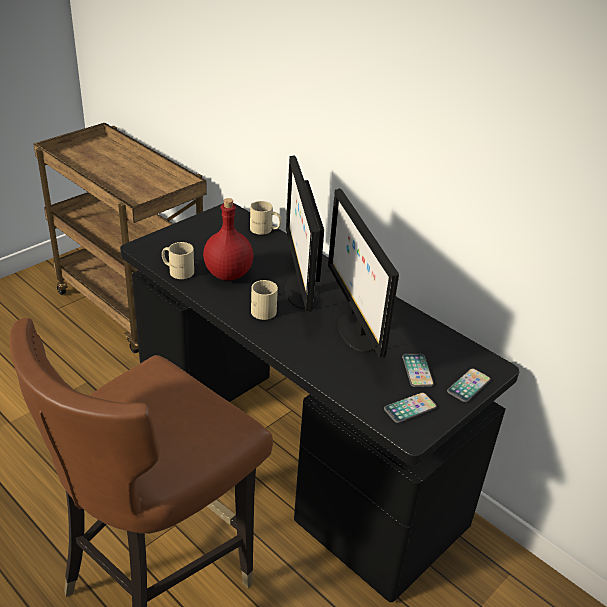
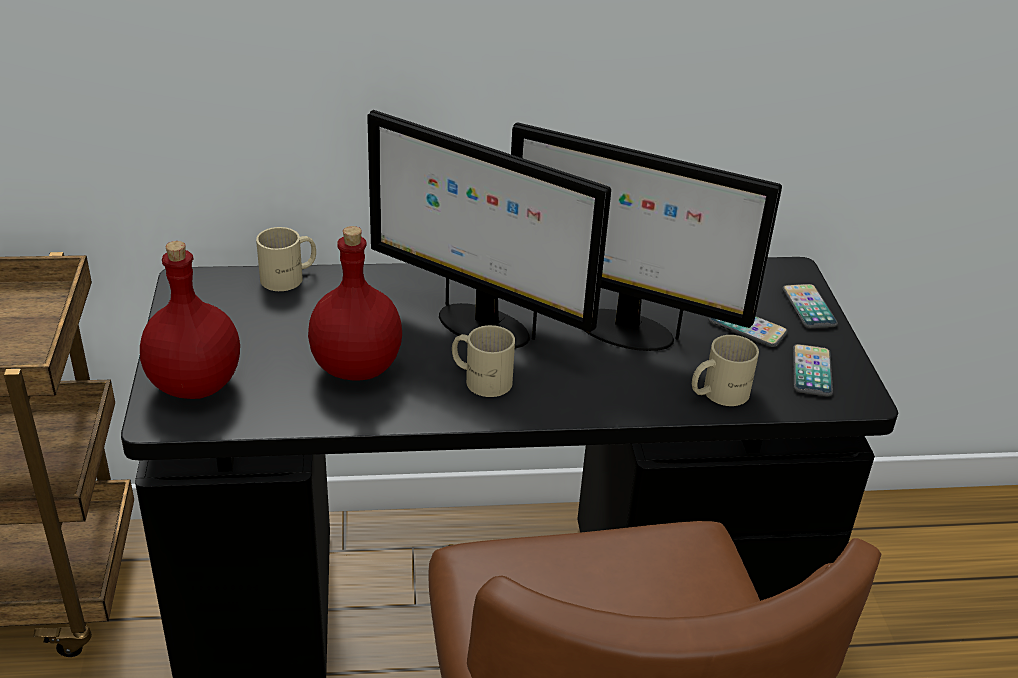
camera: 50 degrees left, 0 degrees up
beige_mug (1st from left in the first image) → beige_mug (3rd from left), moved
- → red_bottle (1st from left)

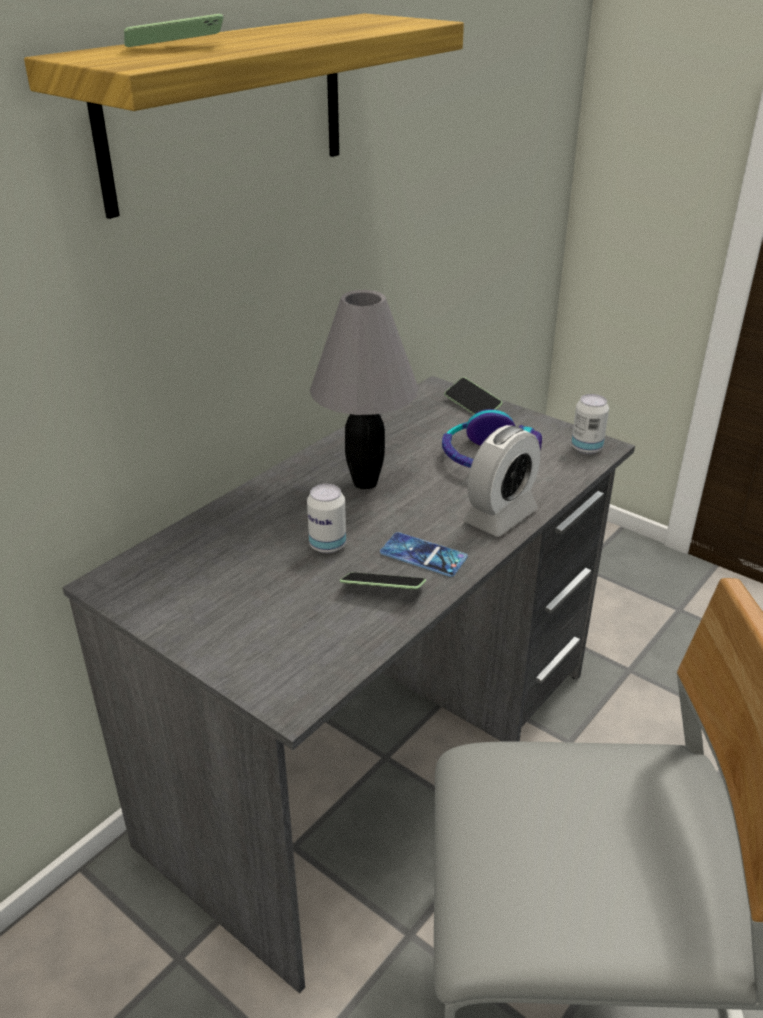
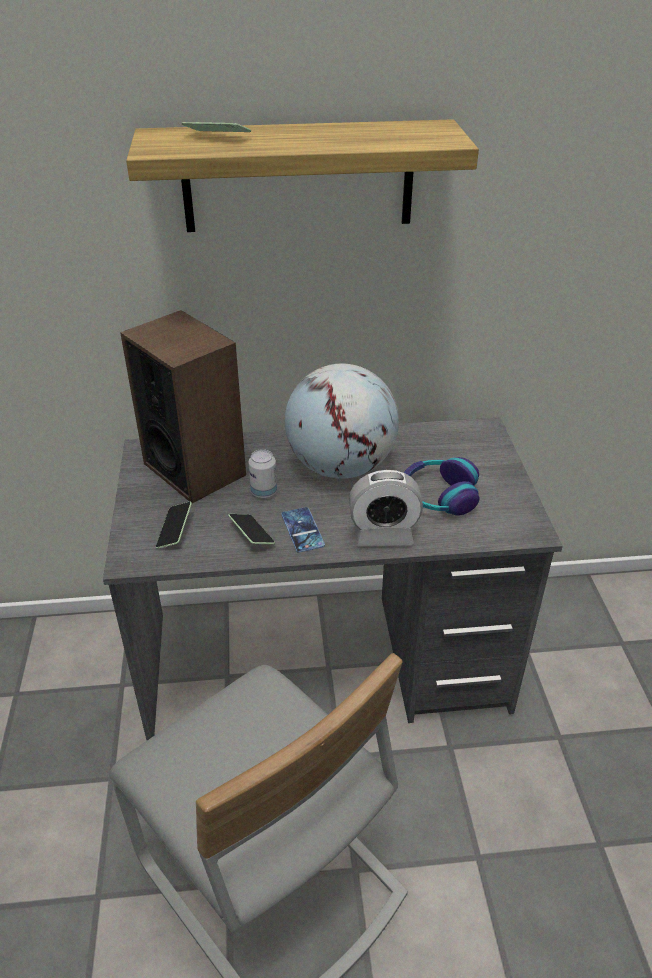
camera: 45 degrees right, 5 degrees up
grey_table_lamp → globe
phone (4th from left in the first image) → phone (1st from left), moved
can (2nd from left) → -
- → speaker

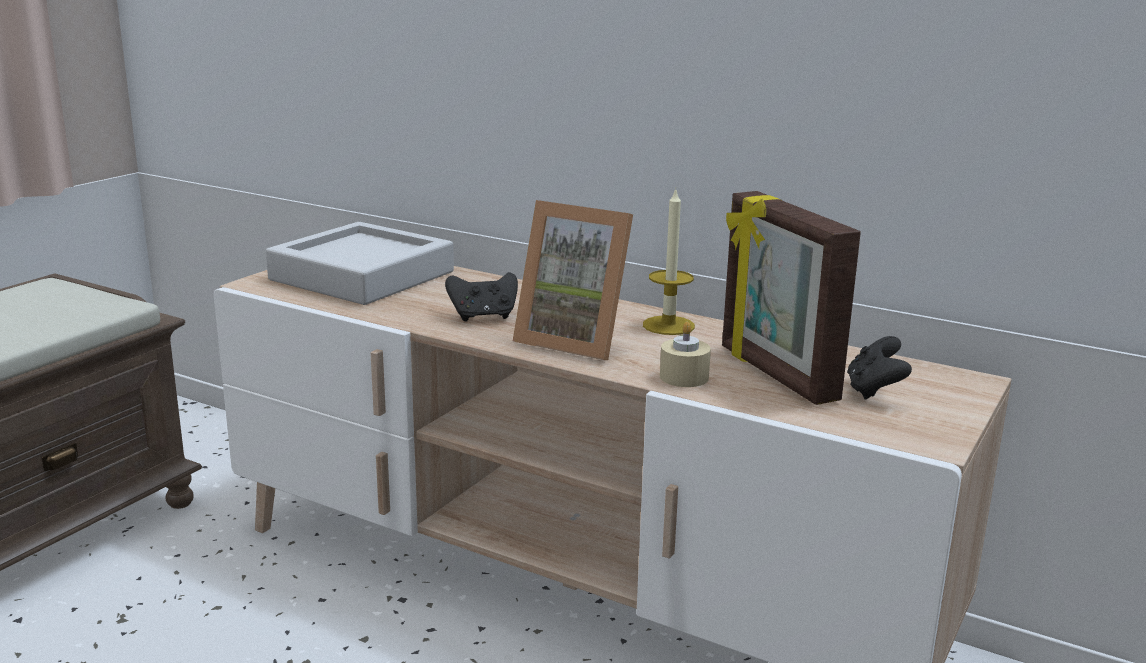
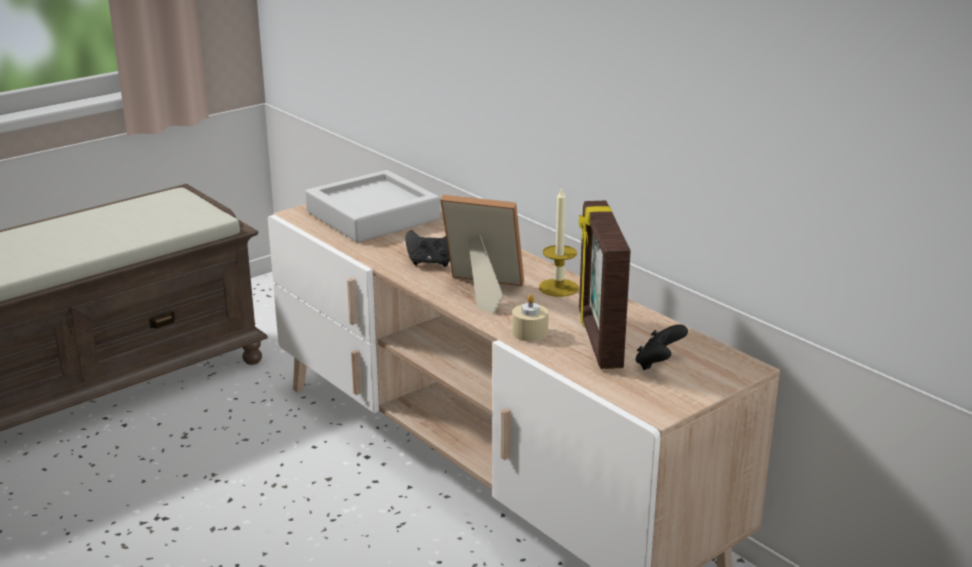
camera: 20 degrees right, 5 degrees up
picture_frame (1st from left), 150 degrees clockwise

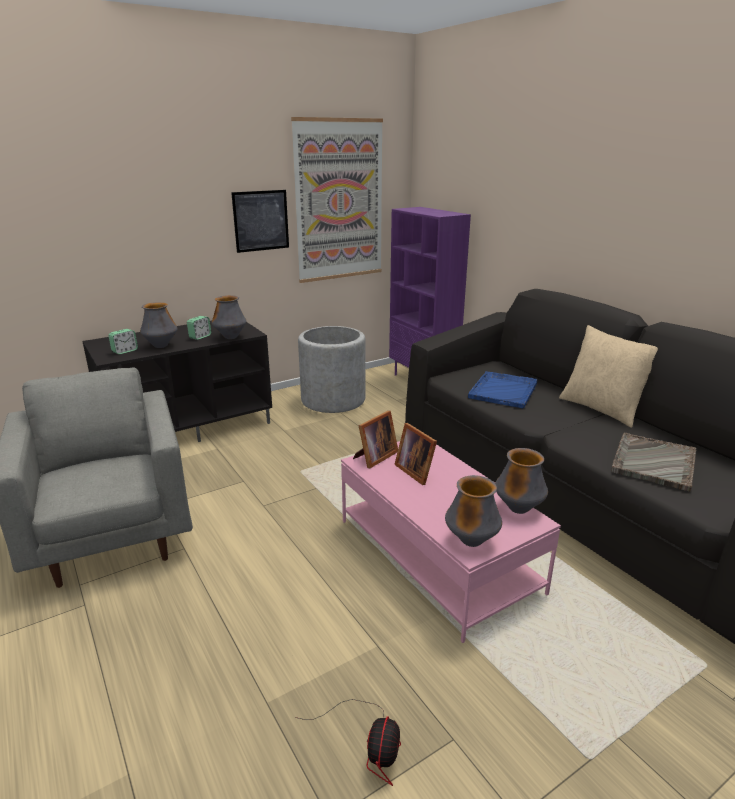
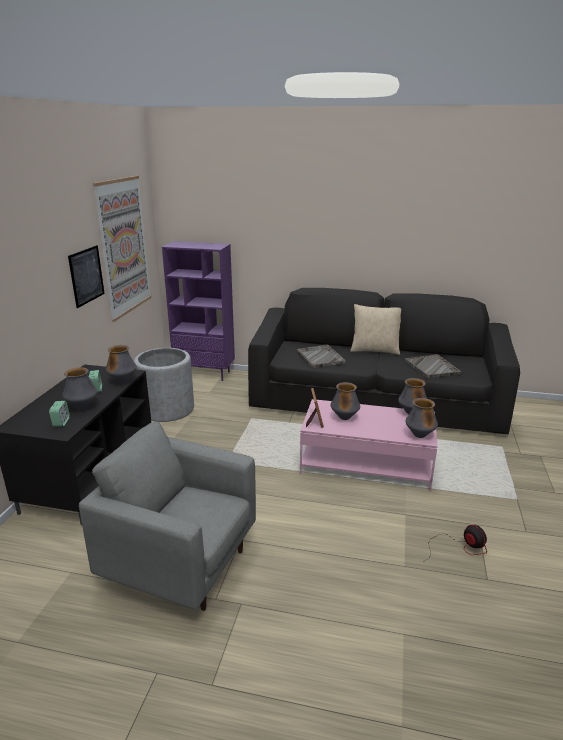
camera: 45 degrees left, 0 degrees up
blue_tray → grey_tray (1st from left)
picture_frame (2nd from left) → vase (3rd from left)

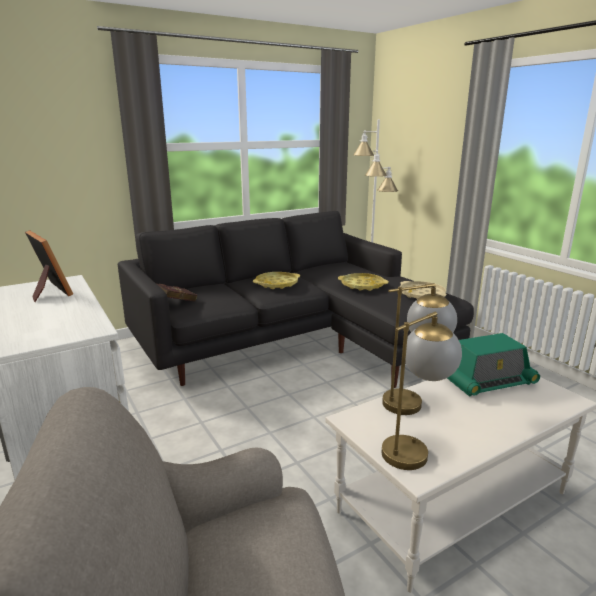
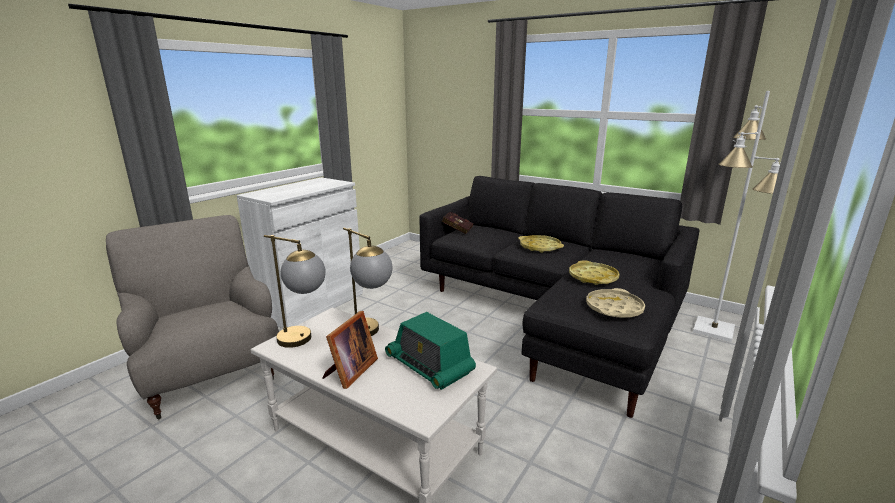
camera: 65 degrees right, 0 degrees up
picture_frame, moved

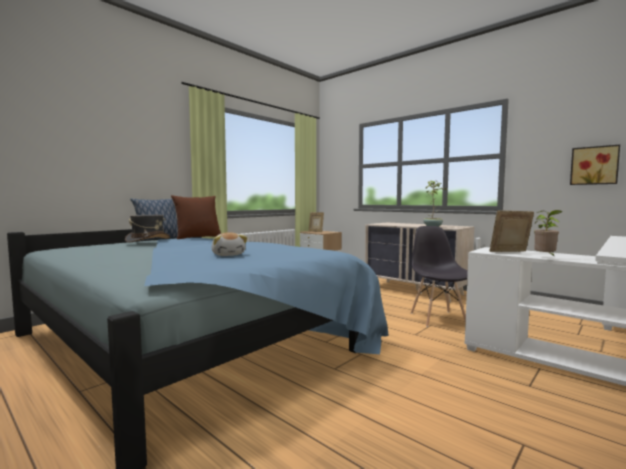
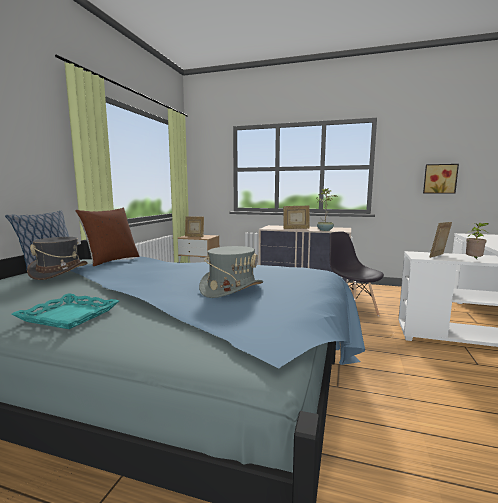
camera: 25 degrees left, 5 degrees up
plush_toy → grey_hat (2nd from left)
- → picture_frame (2nd from left)
- → turquoise_tray

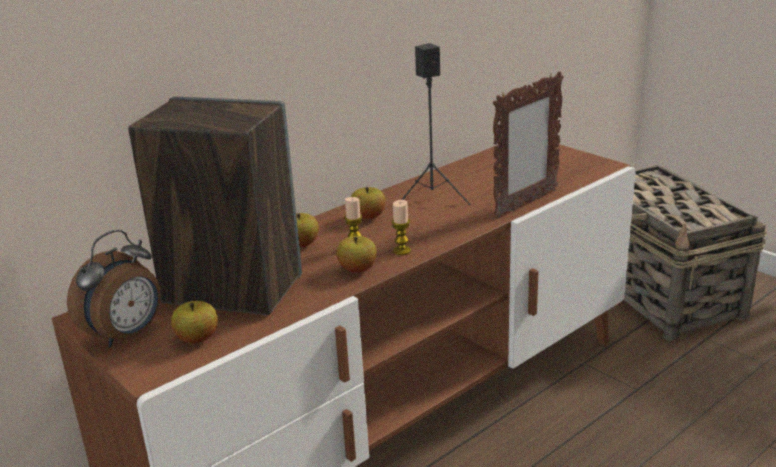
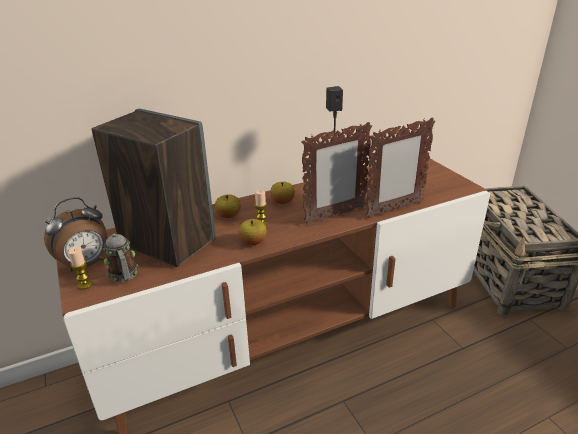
camera: 15 degrees right, 5 degrees up
candle (2nd from left in the first image) → candle (1st from left), moved
apple (1st from left) → mug
- → picture_frame (1st from left)

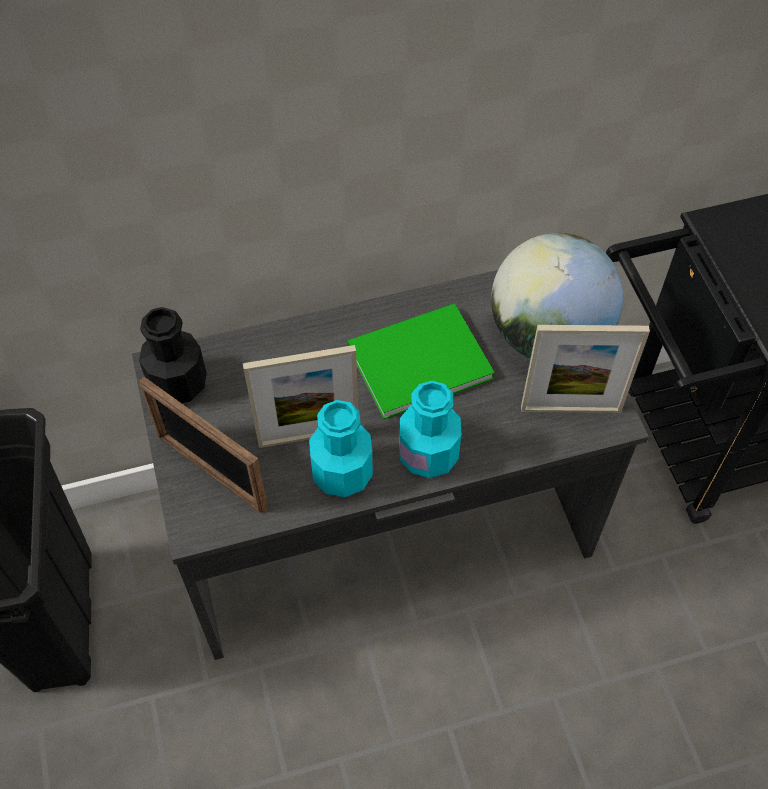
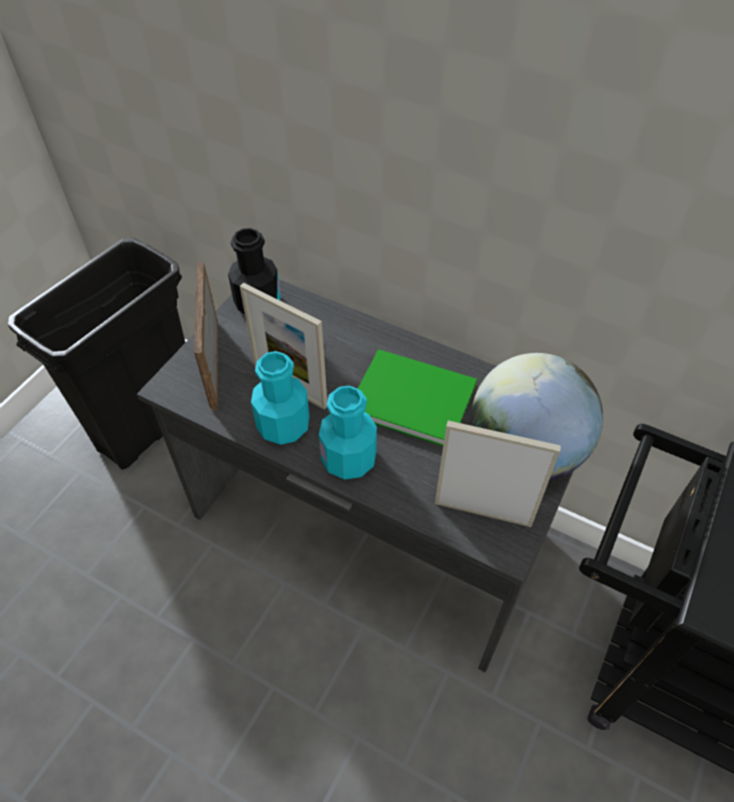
camera: 45 degrees right, 5 degrees down
picture_frame (3rd from left), 150 degrees clockwise

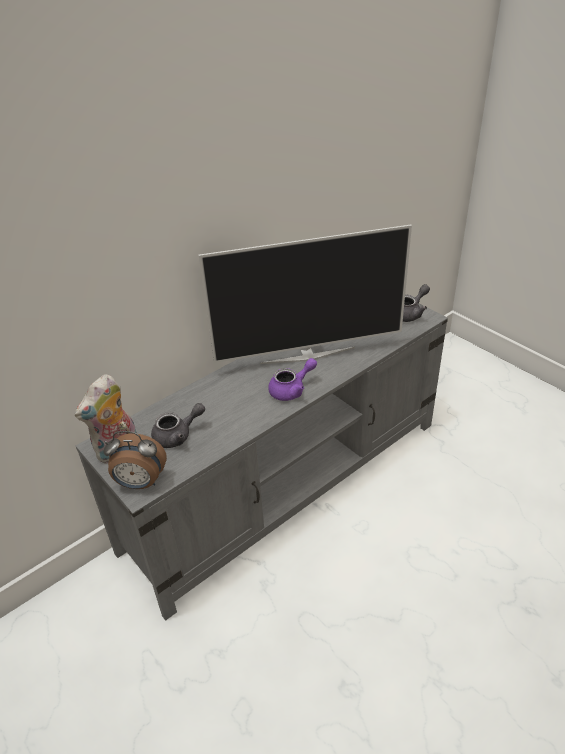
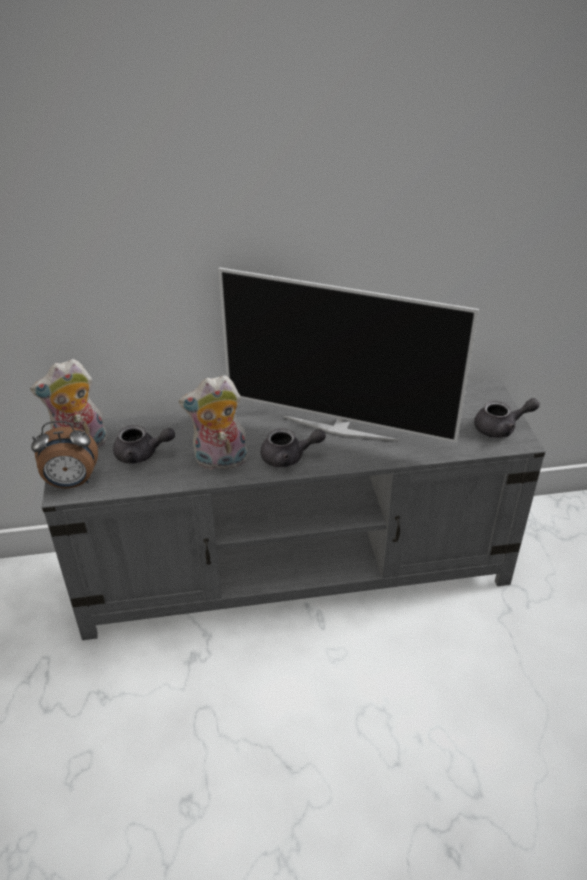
camera: 30 degrees right, 0 degrees up
purple_teapot → grey_teapot (2nd from left)
alarm_clock, 45 degrees counterclockwise
- → plush_toy (2nd from left)

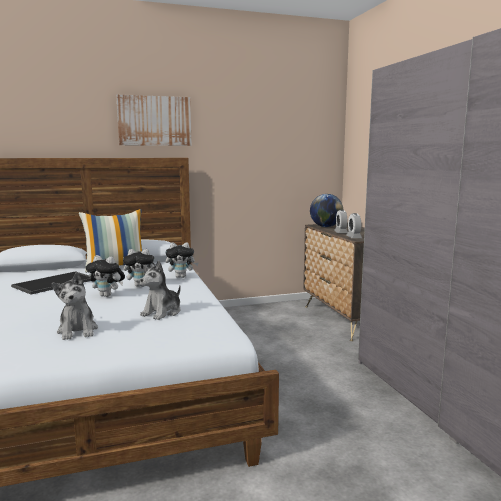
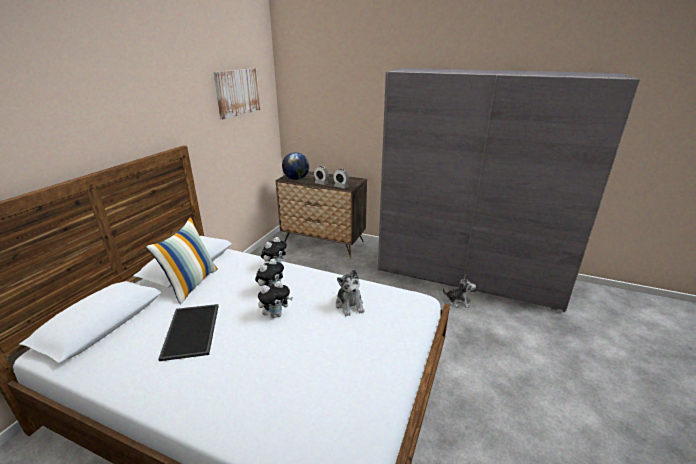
camera: 50 degrees left, 15 degrees up
picture, moved
plush_toy (1st from left in the first image) → plush_toy (5th from left), moved

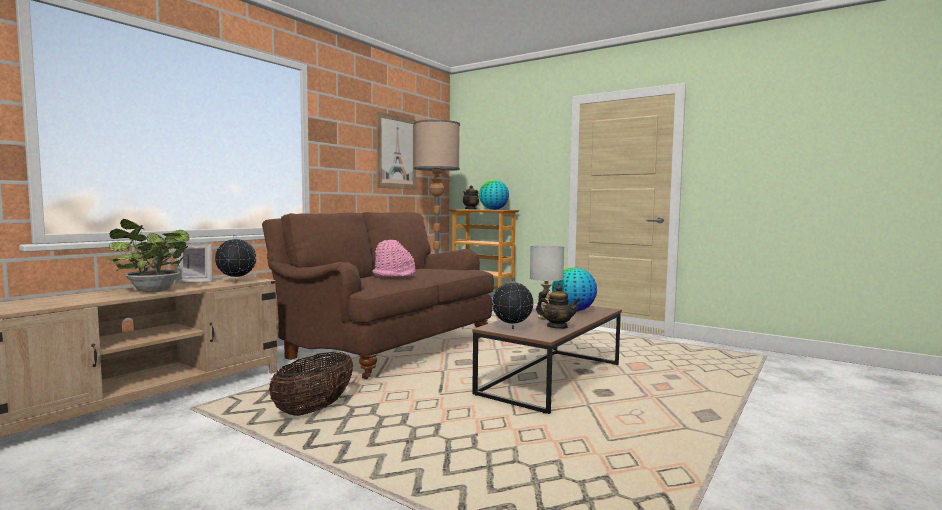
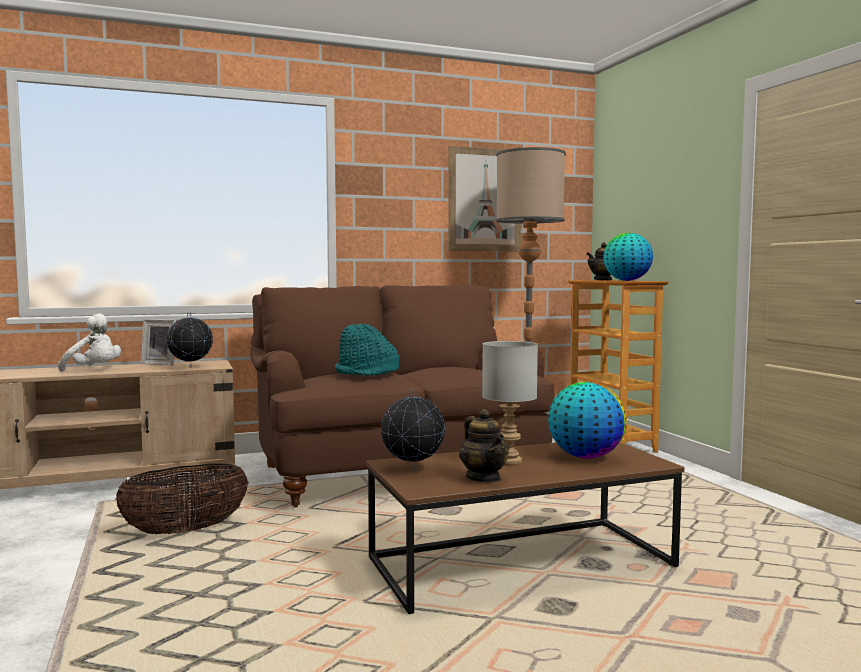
camera: 35 degrees right, 0 degrees up
potted_plant → white_plush_toy
pink_hat → turquoise_hat

